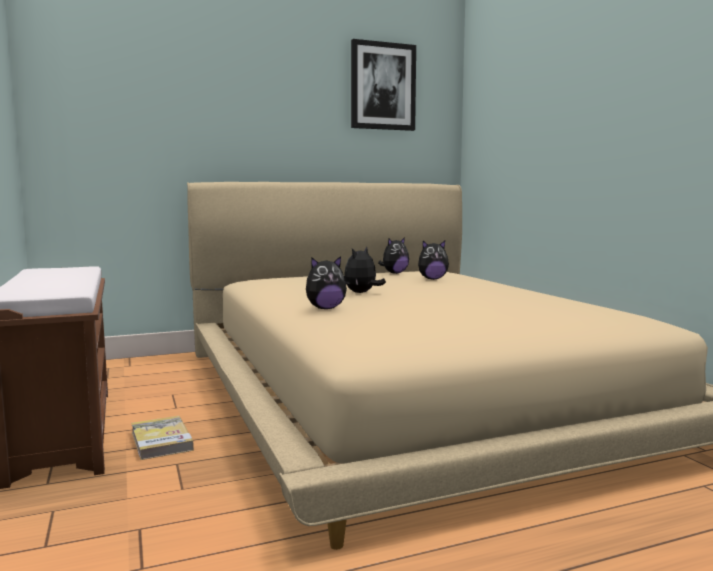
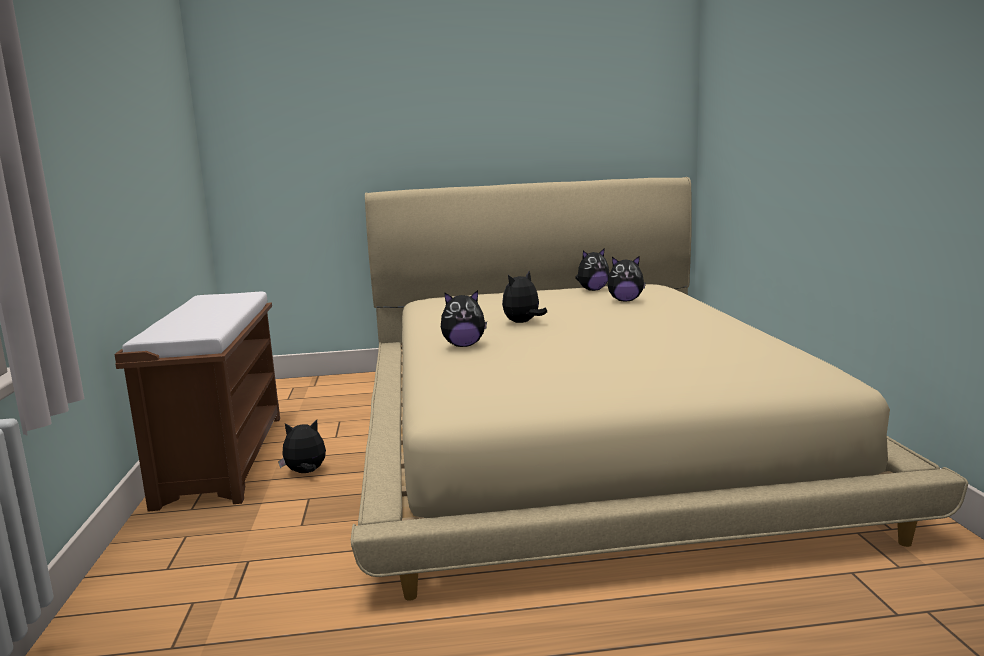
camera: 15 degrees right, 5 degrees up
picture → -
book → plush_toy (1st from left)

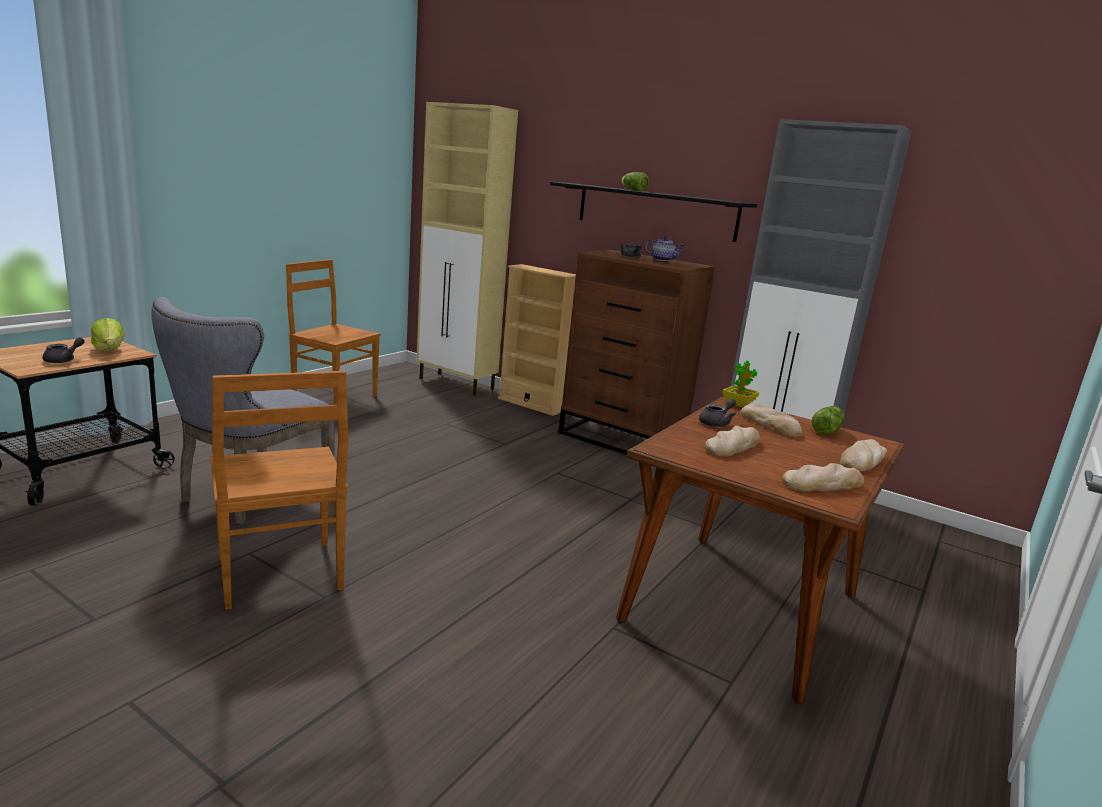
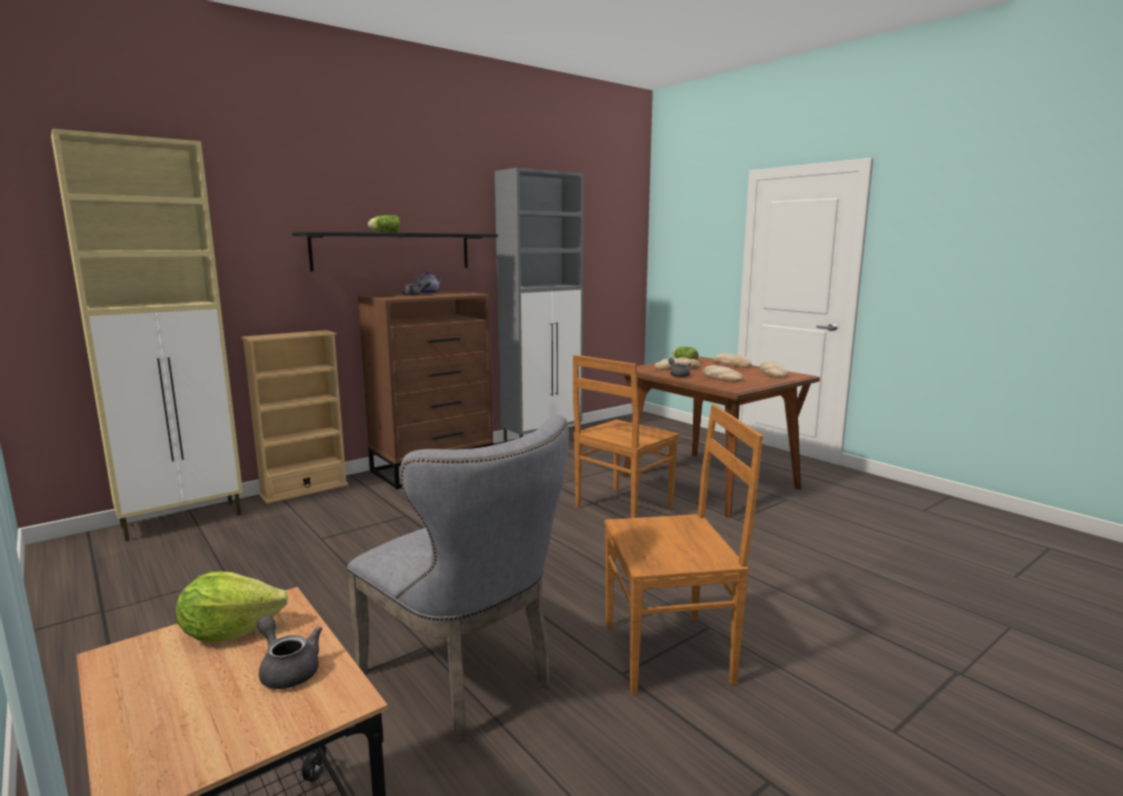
camera: 70 degrees left, 5 degrees down
brown_chair (2nd from left in the first image) → brown_chair (1st from left), moved
potted_plant → -

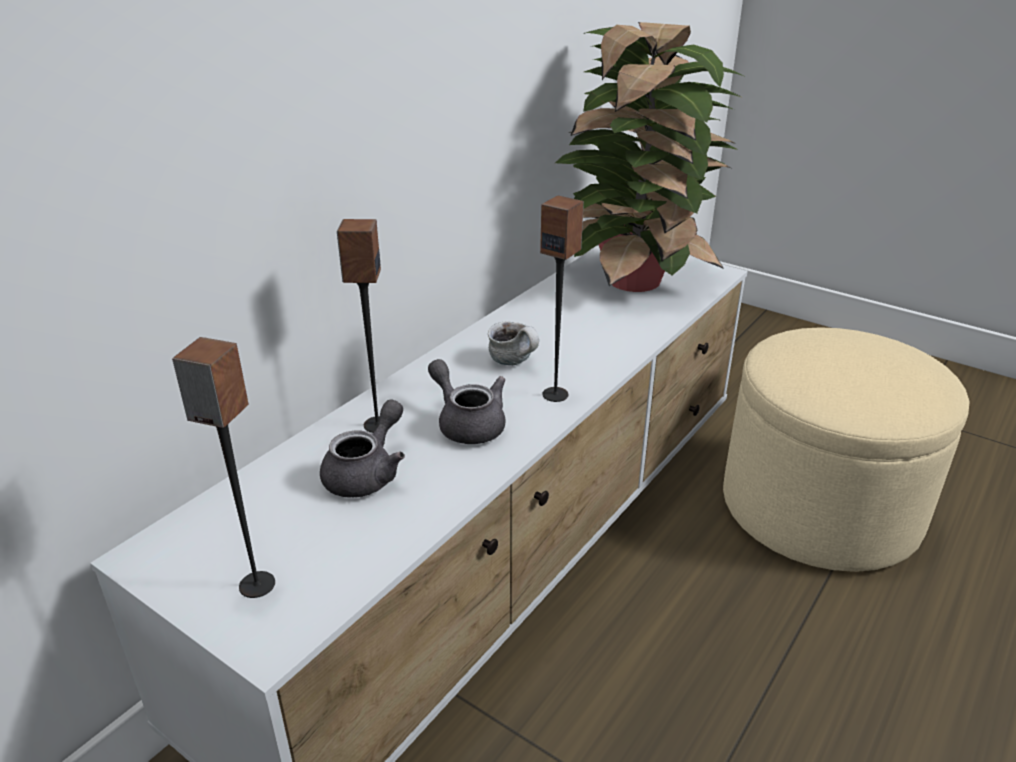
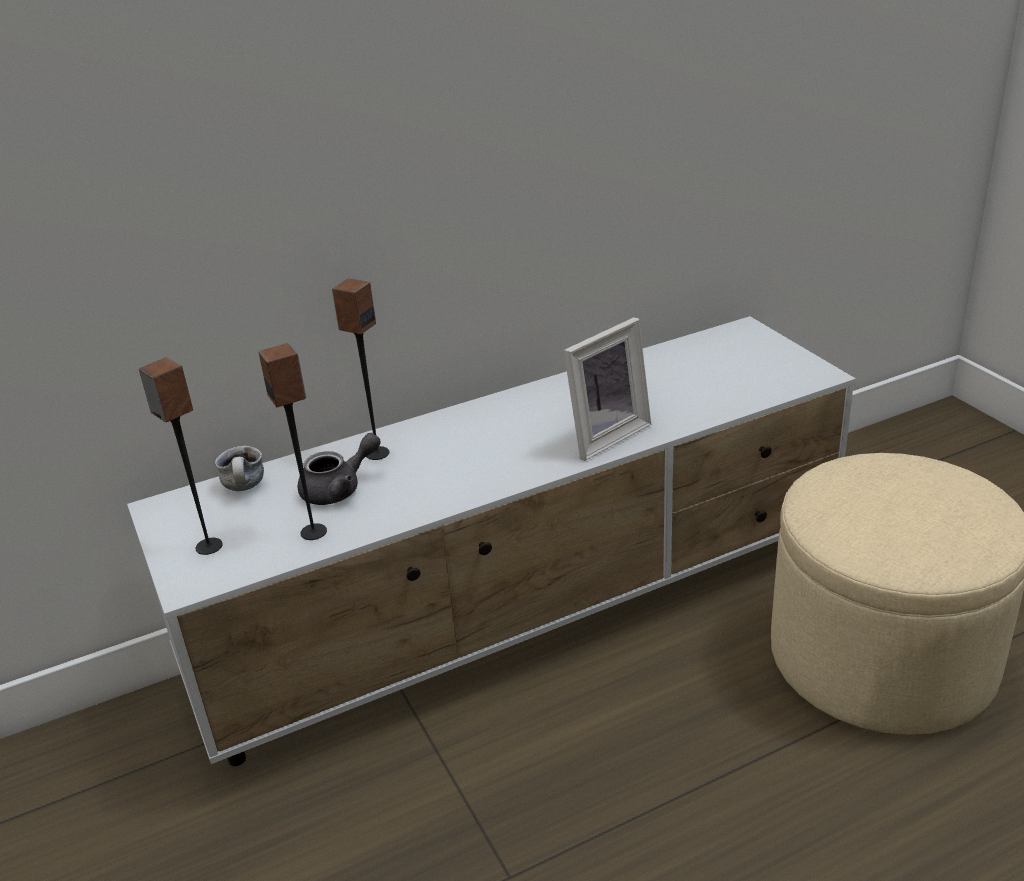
camera: 30 degrees right, 0 degrees up
potted_plant → -
speaker (3rd from left in the first image) → speaker (2nd from left), moved
mug, moved
grey_teapot (2nd from left) → -
- → picture_frame

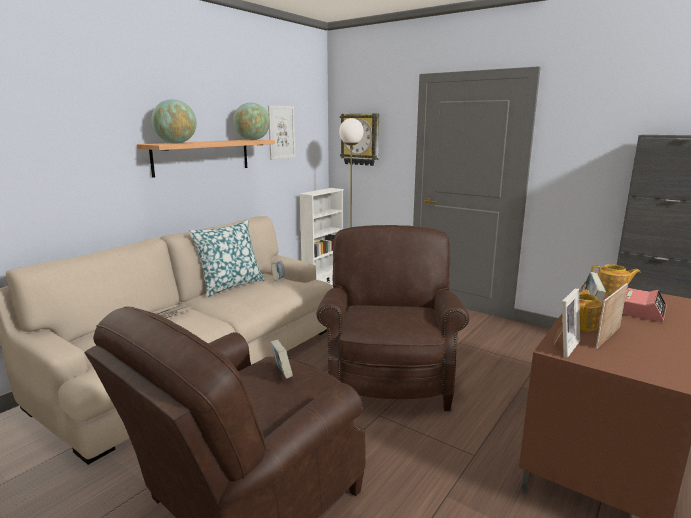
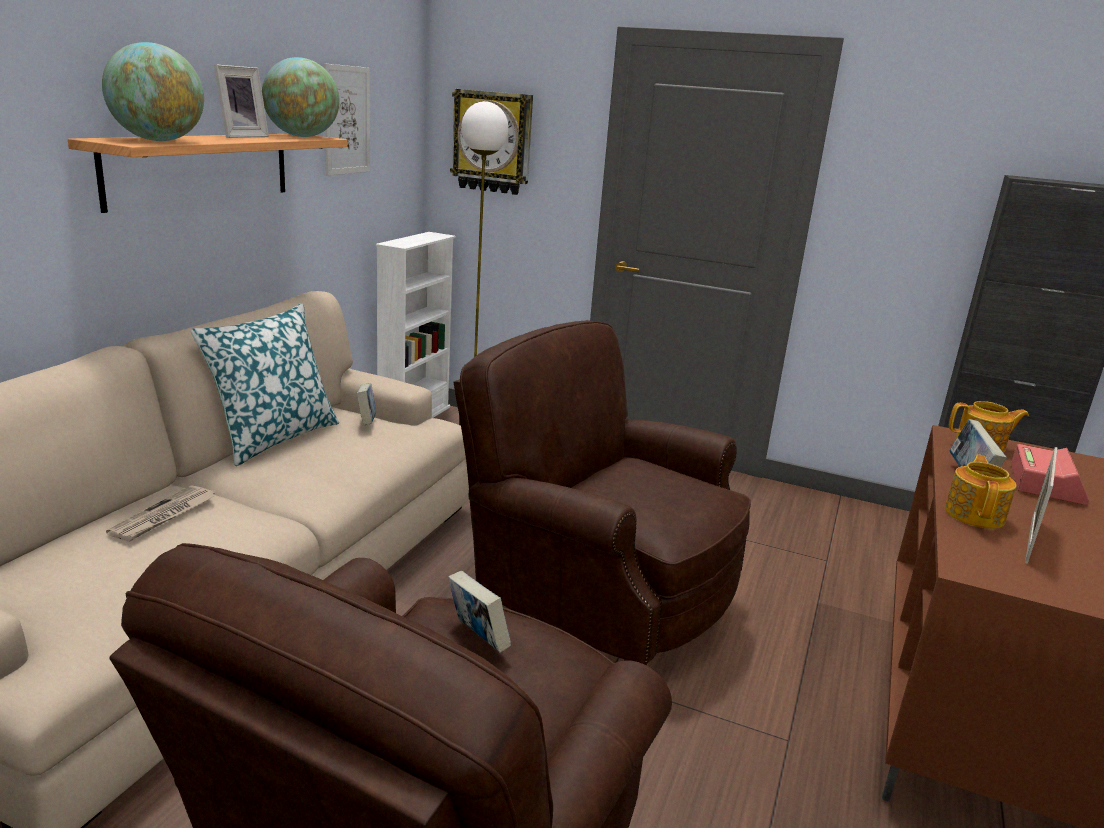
camera: 15 degrees left, 5 degrees up
brown_armchair (2nd from left), 45 degrees counterclockwise
picture_frame (1st from left), moved

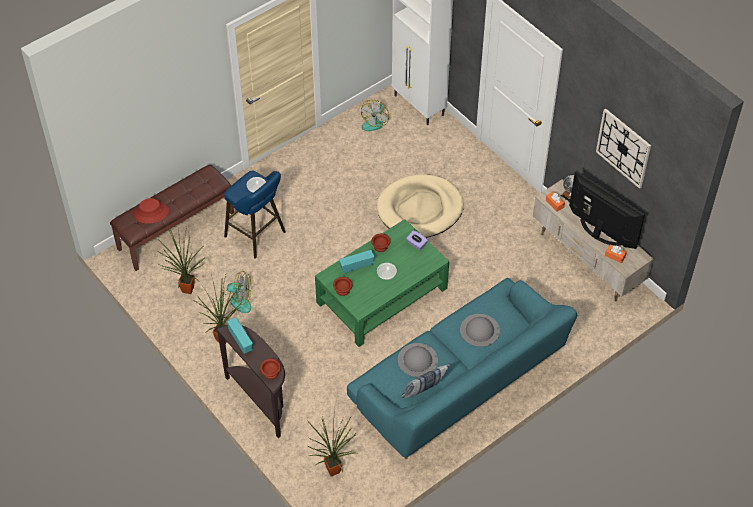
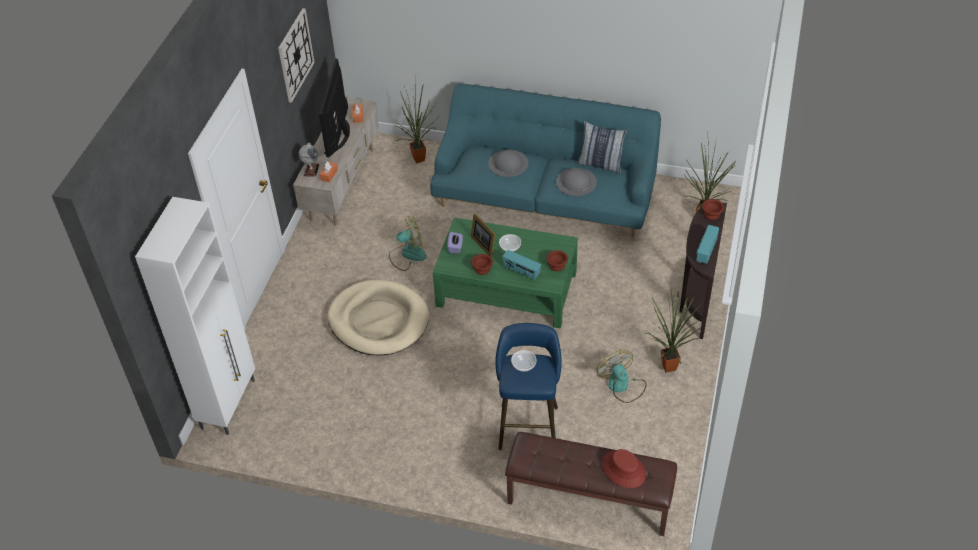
camera: 125 degrees left, 5 degrees down
fan (2nd from left in the first image) → fan (1st from left), moved
potted_plant (1st from left), moved
- → picture_frame

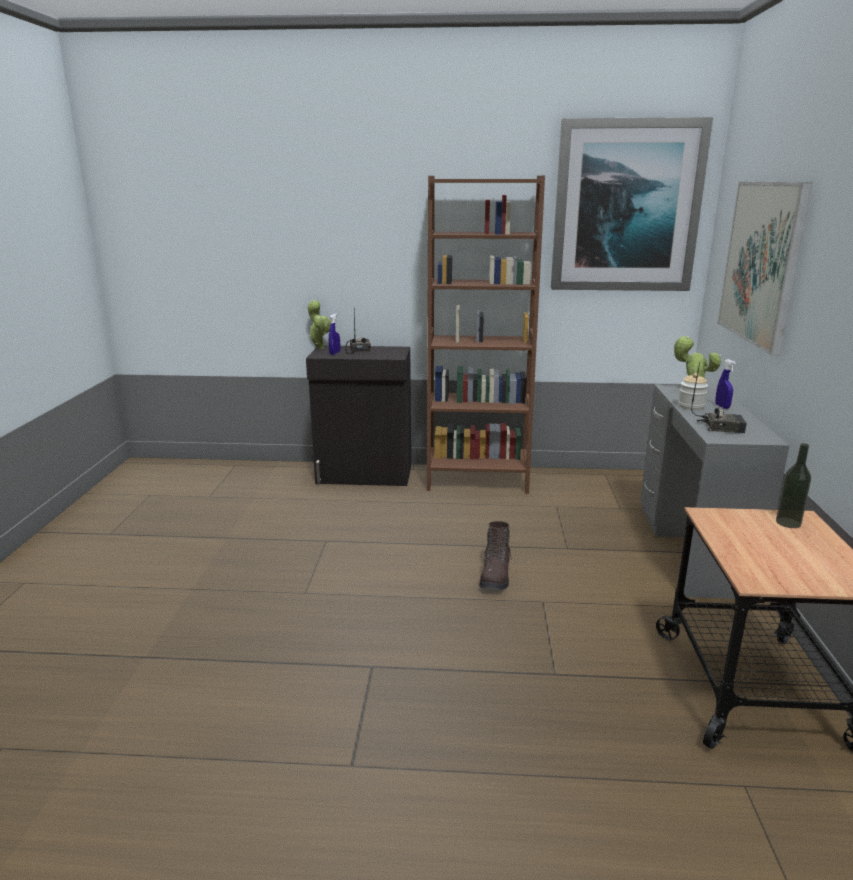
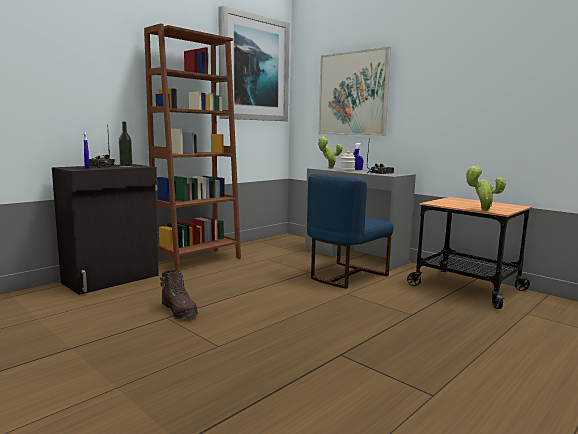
camera: 50 degrees left, 10 degrees down
potted_plant (1st from left in the first image) → potted_plant (2nd from left), moved
bottle, moved
brown_boot, moved
- → blue_chair

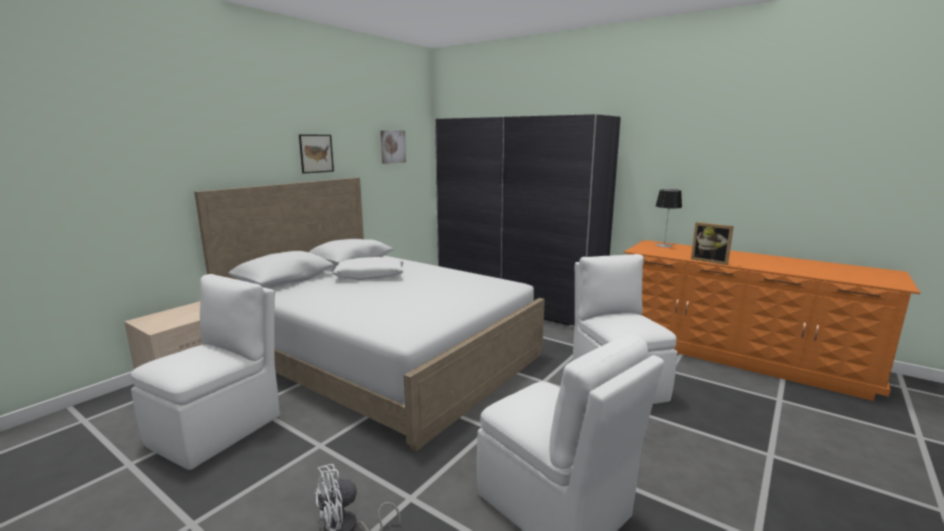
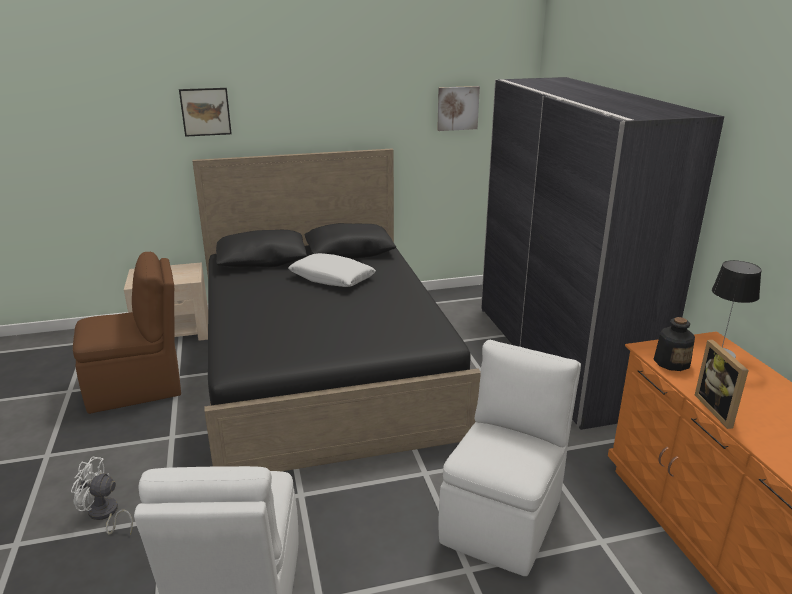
camera: 40 degrees right, 10 degrees up
picture (1st from left), moved
white_bed → black_bed
white_chair (1st from left) → brown_chair
- → bottle

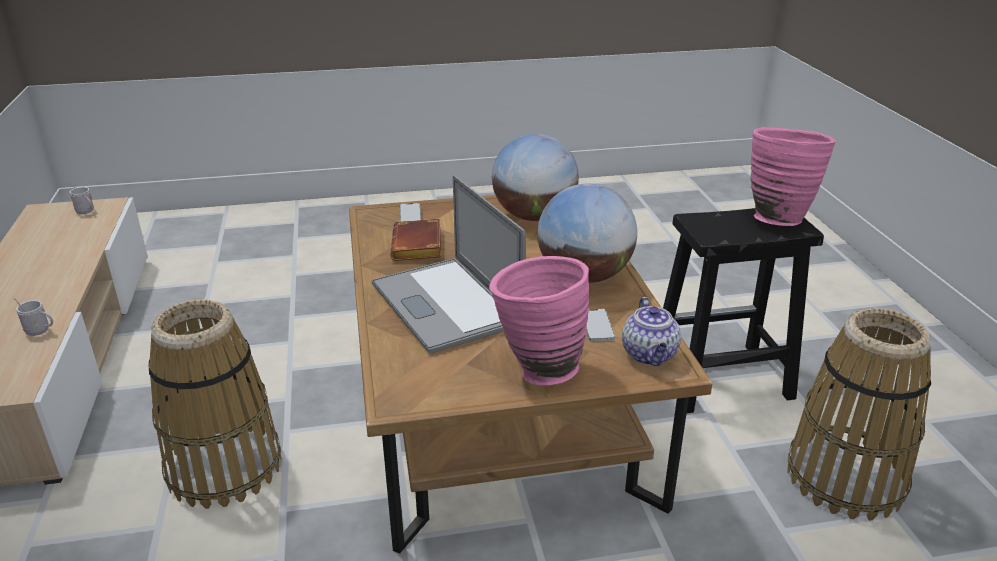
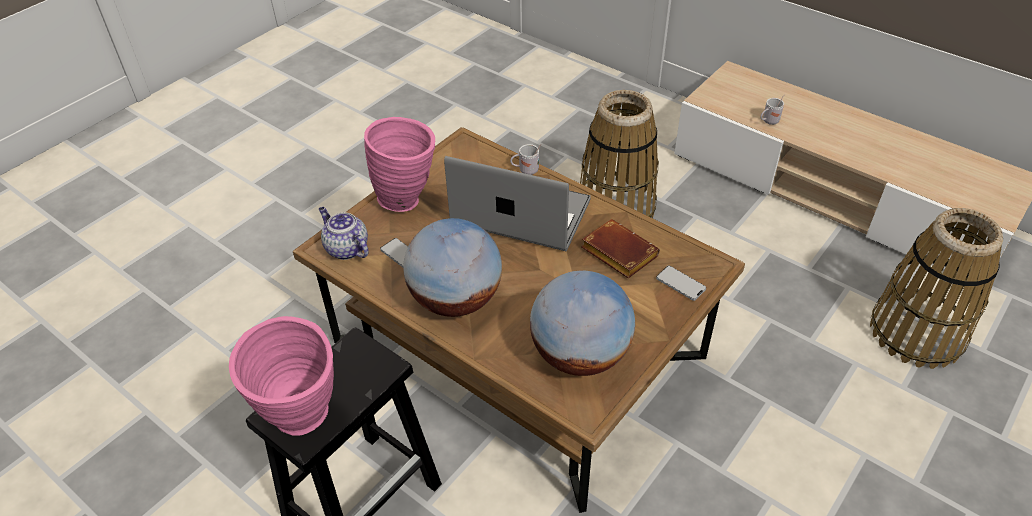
camera: 140 degrees right, 15 degrees up
white_mug (2nd from left in the first image) → white_mug (1st from left), moved
basket (2nd from left), moved

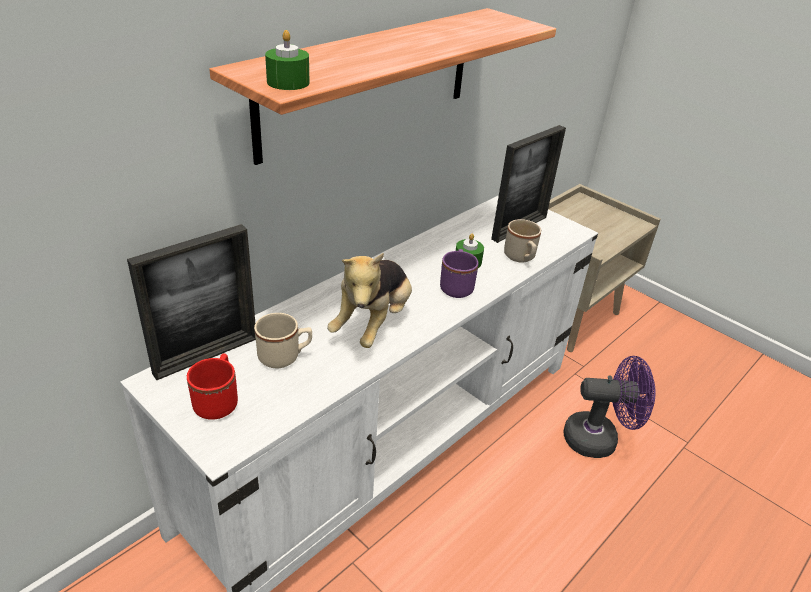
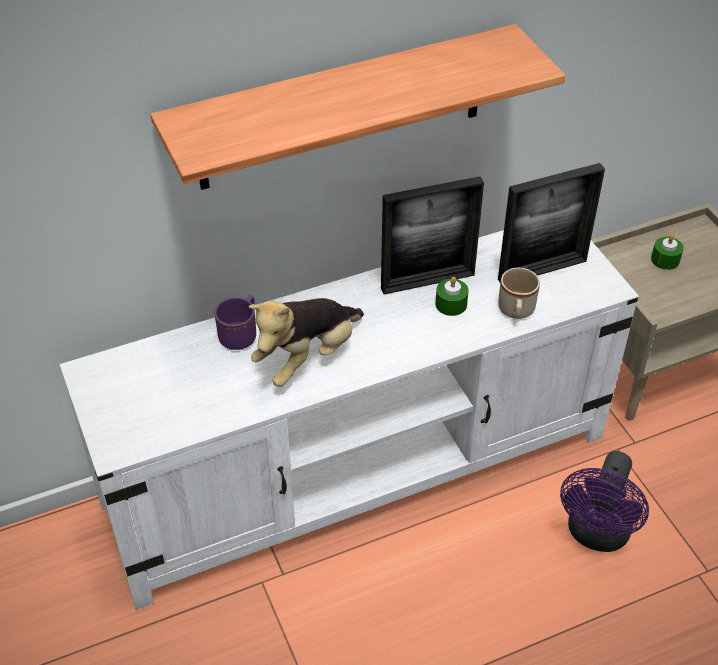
camera: 25 degrees right, 10 degrees up
green_candle (1st from left in the first image) → green_candle (2nd from left), moved
picture_frame (1st from left), moved
purple_mug, moved
beige_mug (1st from left) → -
red_mug → -
purple_fan, 90 degrees clockwise

